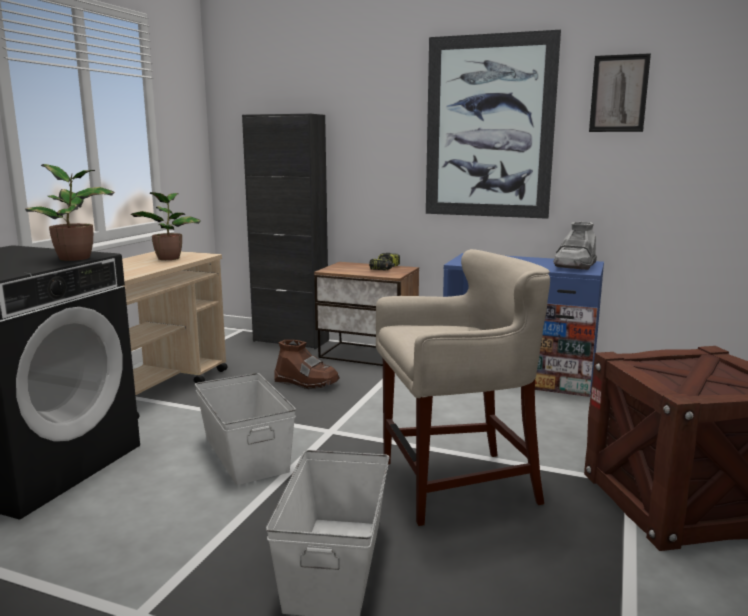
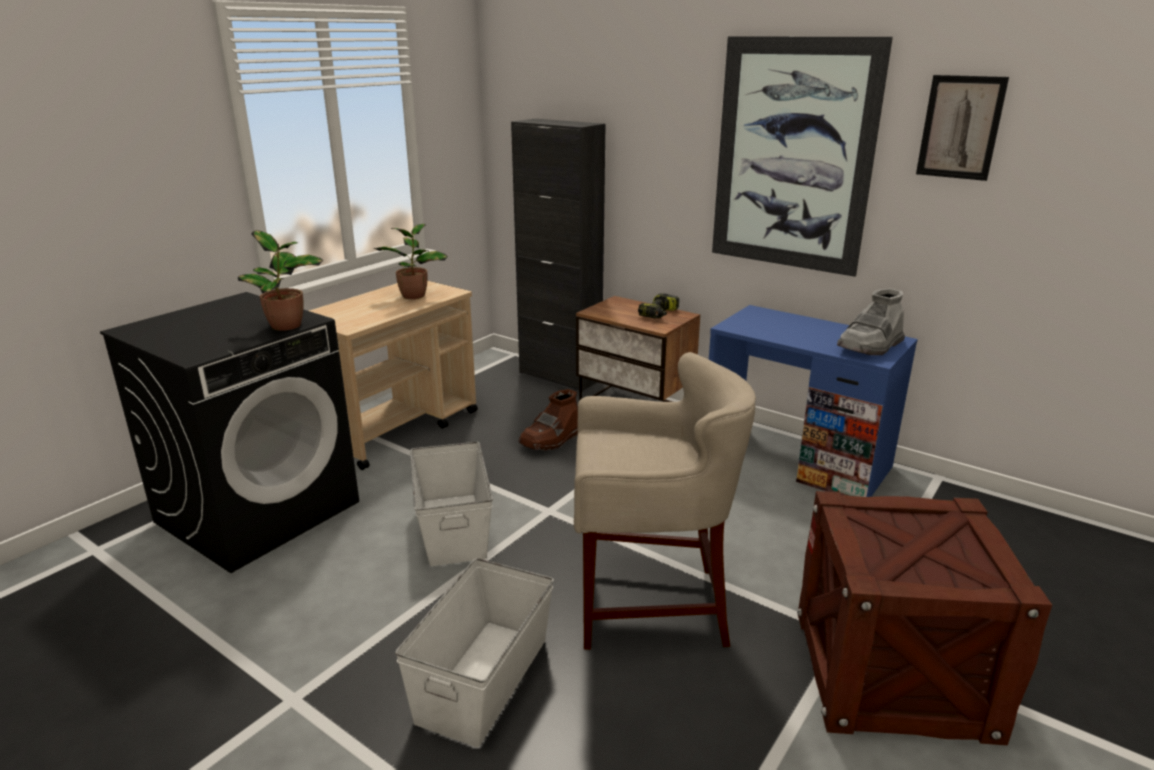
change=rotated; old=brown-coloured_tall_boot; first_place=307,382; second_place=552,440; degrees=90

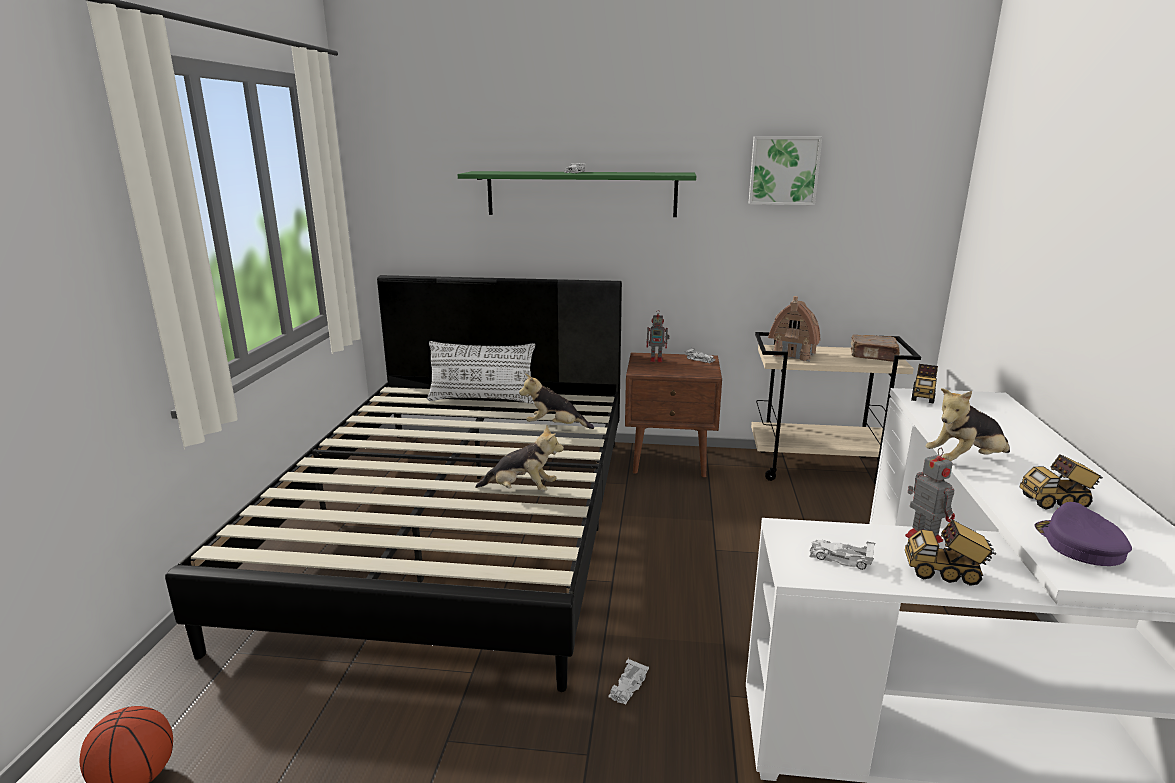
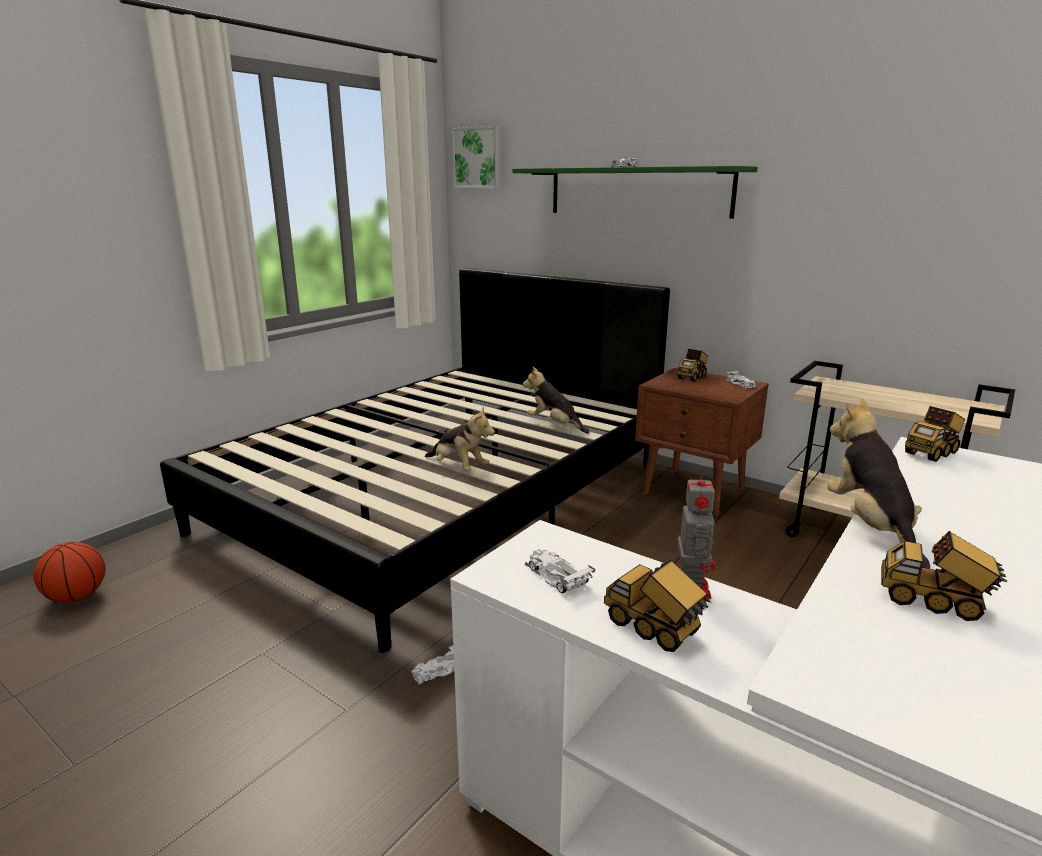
change=shifted; old=wall_art; first_place=783,170; second_place=478,158
change=swapped; old=model_robot; new=model_truck; first_place=657,360; second_place=692,377
change=rotated; old=plush_toy; first_place=965,461; second_place=870,526; degrees=75
change=gone; old=white-coloured_cushion; first_place=482,399
change=gone; old=toy_house; first_place=794,354
change=gone; old=brown-coloured_volume; first_place=874,356
change=gone; old=purplish_cap; first_place=1078,544

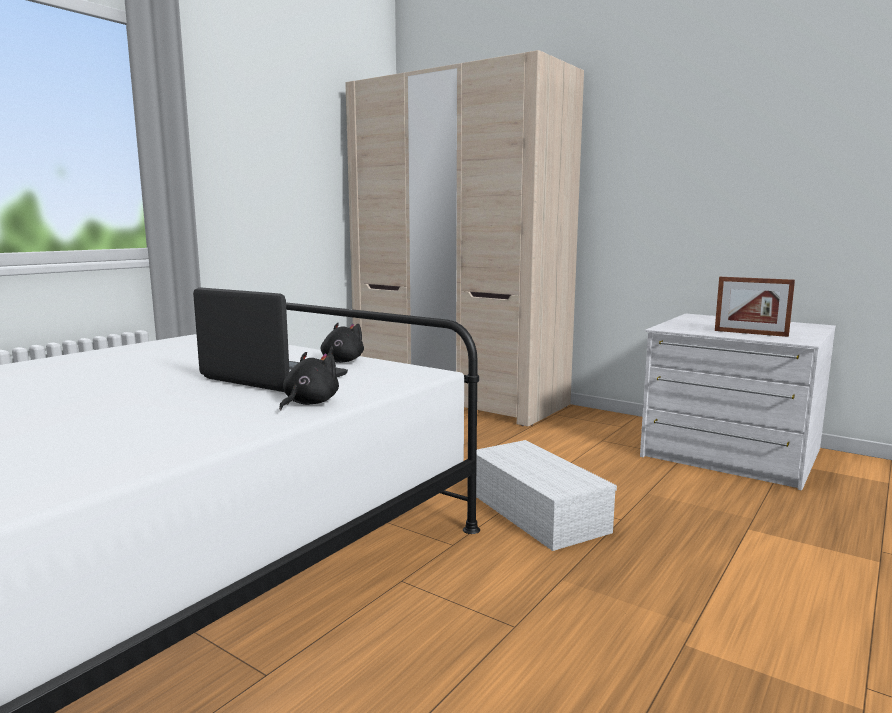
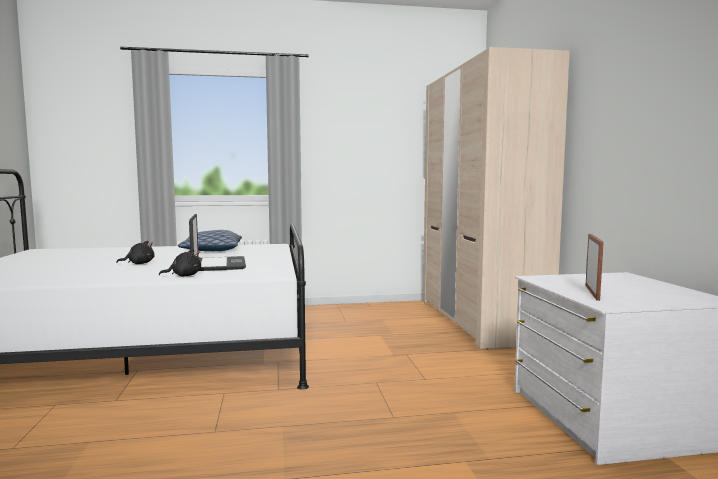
change=shifted; old=black-coloured_plush_toy; first_place=340,361; second_place=139,263
change=new; new=cushion; second_place=212,250
change=rotated; old=picture_frame; first_place=750,333; second_place=592,292; degrees=-150
change=gone; old=white-coloured_storage_container; first_place=539,512

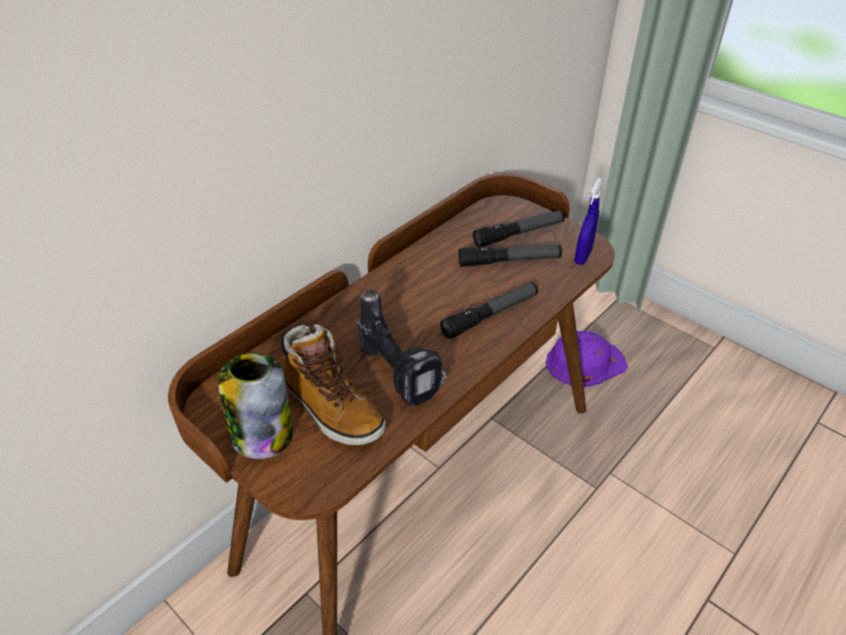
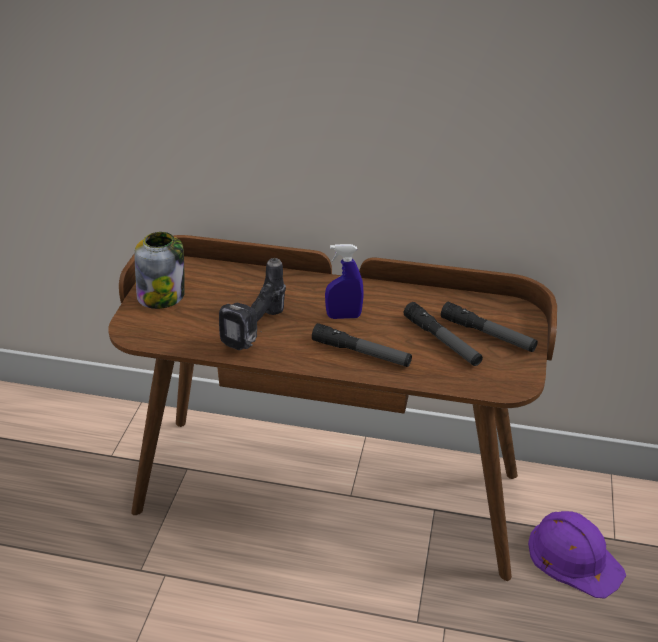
change=shifted; old=blue_hand_sprayer; first_place=582,257; second_place=343,316
change=gone; old=tall_boot; first_place=332,408

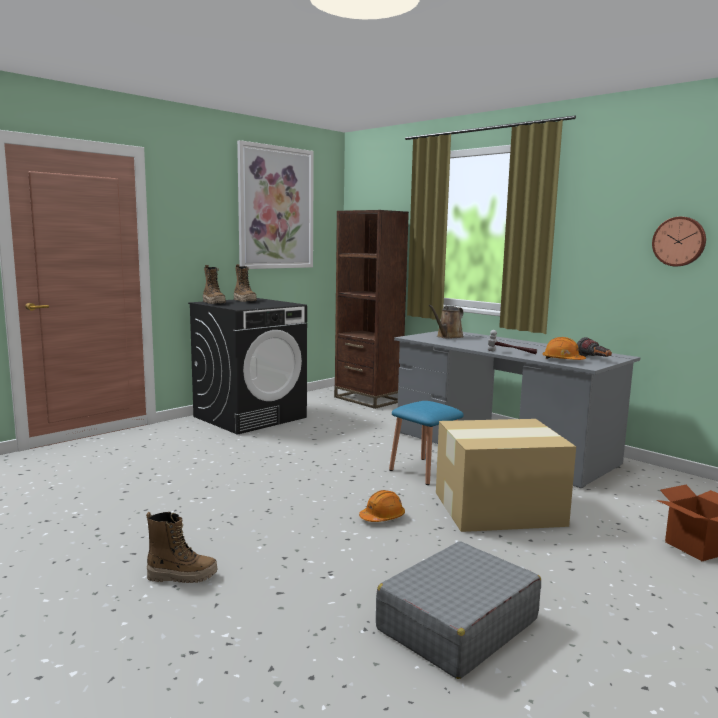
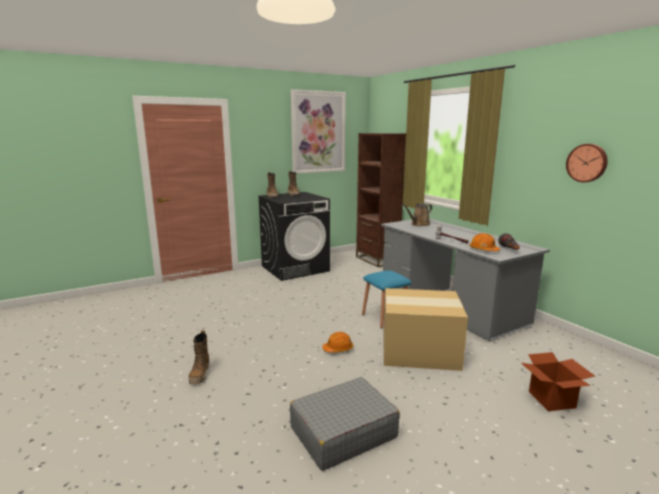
change=rotated; old=tall_boot; first_place=182,576; second_place=200,375; degrees=75

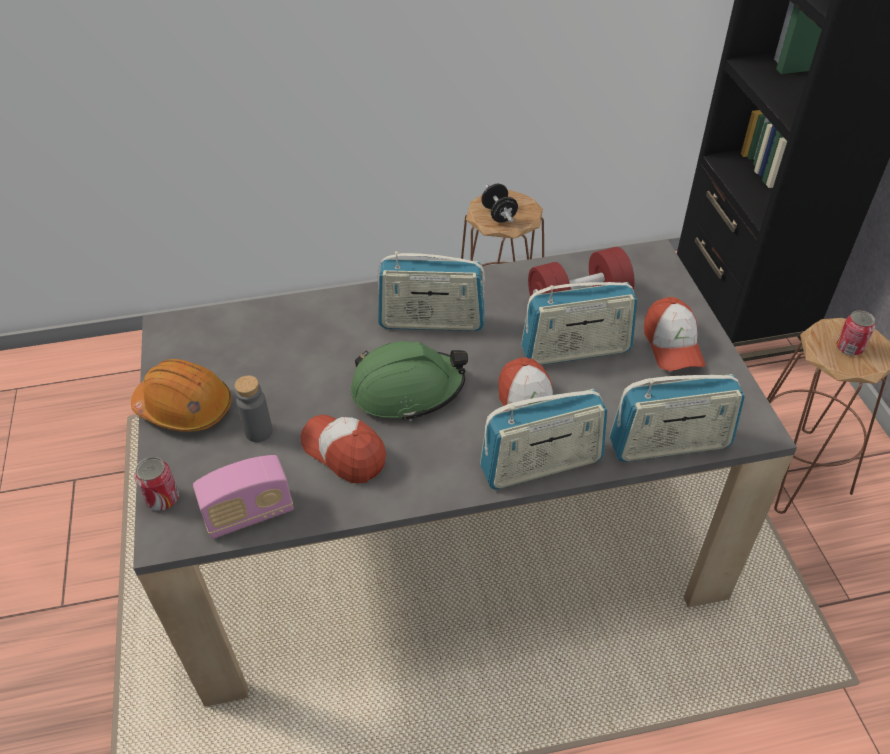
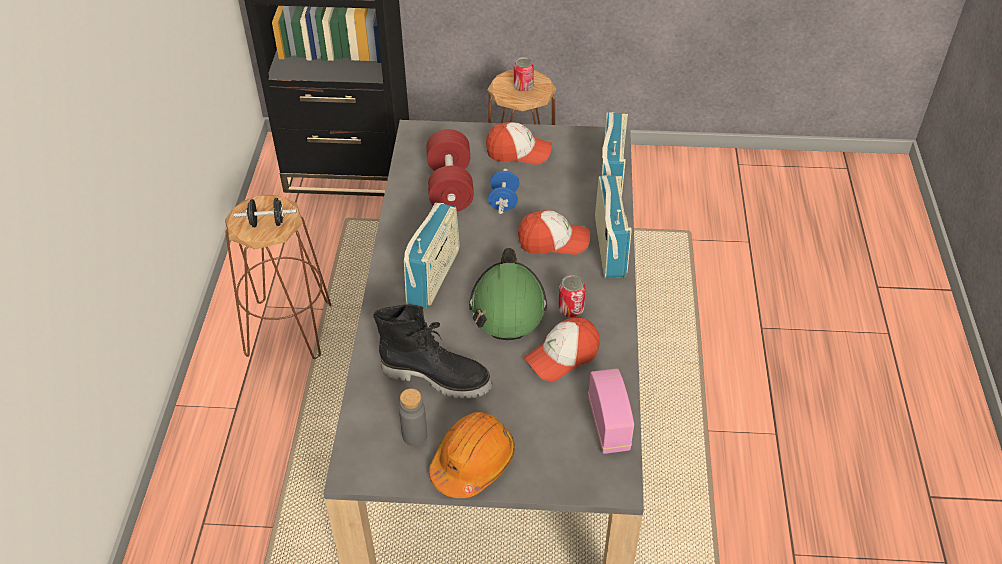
change=new; new=black-coloured_tall_boot; second_place=437,376
change=shifted; old=greyish_beverage_bottle; first_place=259,432; second_place=414,435
change=swapped; old=radio_set; new=blue_free_weight; first_place=576,351; second_place=503,201
change=shifted; old=metal_can; first_place=162,499; second_place=570,309

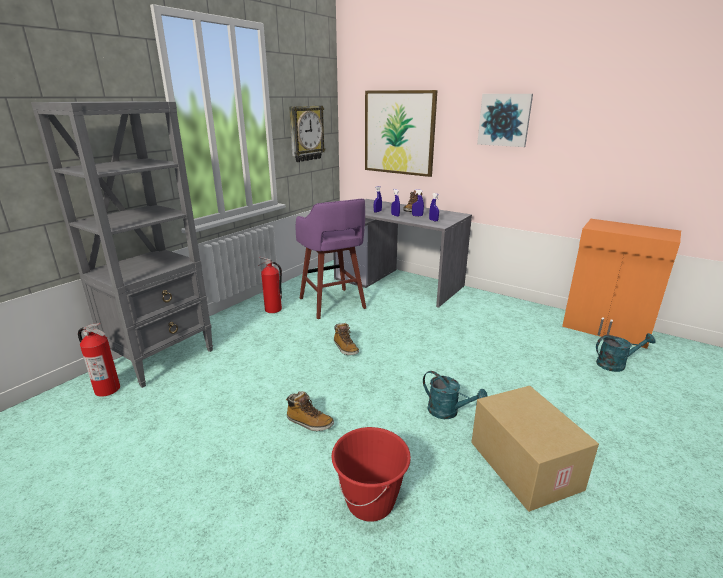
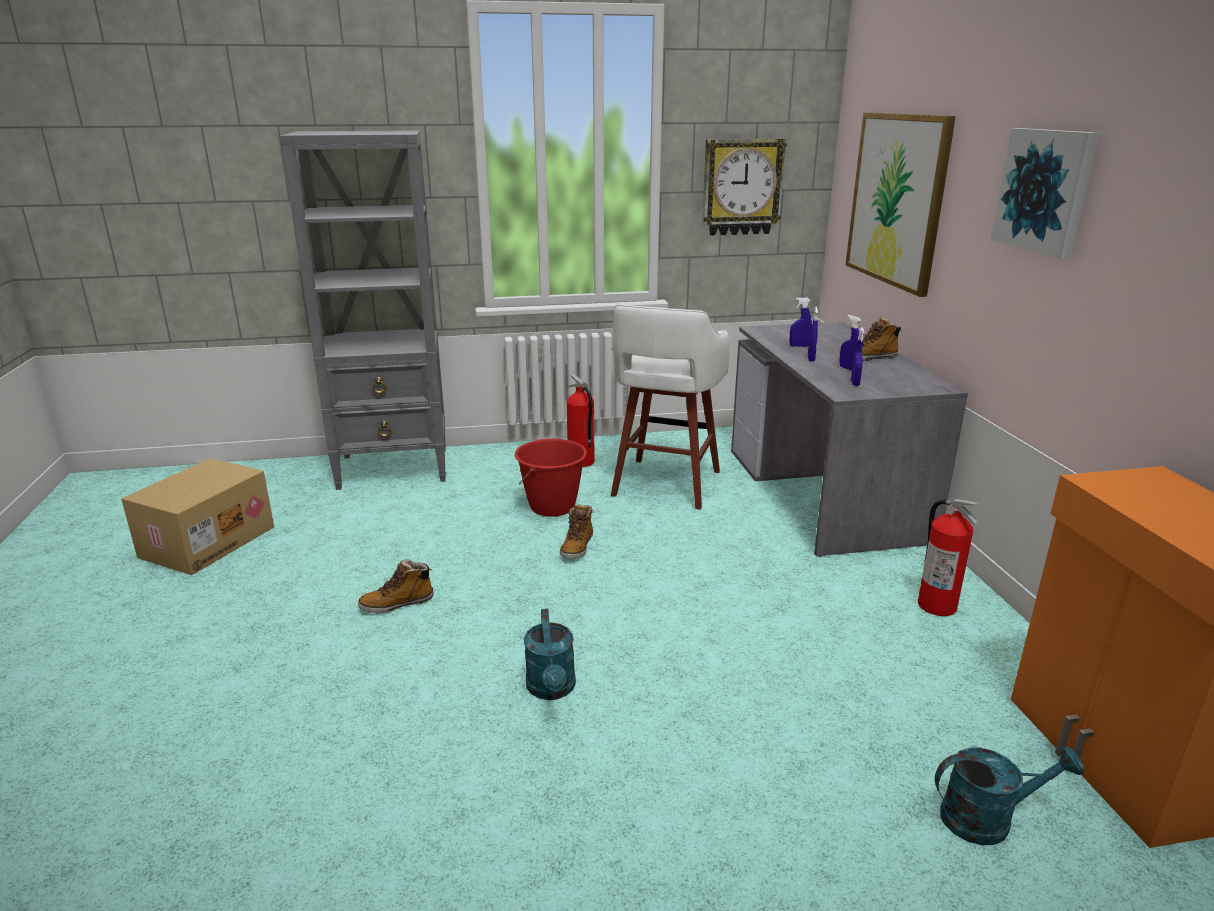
change=shifted; old=carton; first_place=522,465; second_place=207,541
change=rotated; old=tall_boot; first_place=309,422; second_place=397,604; degrees=90
change=shifted; old=red_pail; first_place=370,501; second_place=552,507
change=repainted; old=purplish_sitting_stool; new=white-coloured_sitting_stool; first_place=332,304; second_place=665,485
change=shifted; old=fire-fighting_cylinder; first_place=107,389; second_place=936,605
change=rotated; old=turquoise_watering_can; first_place=615,364; second_place=987,818; degrees=-45

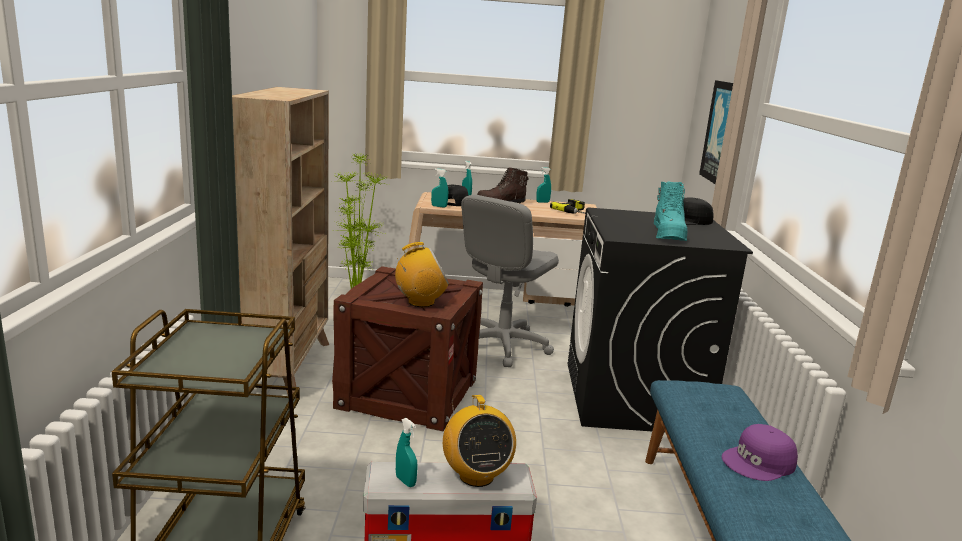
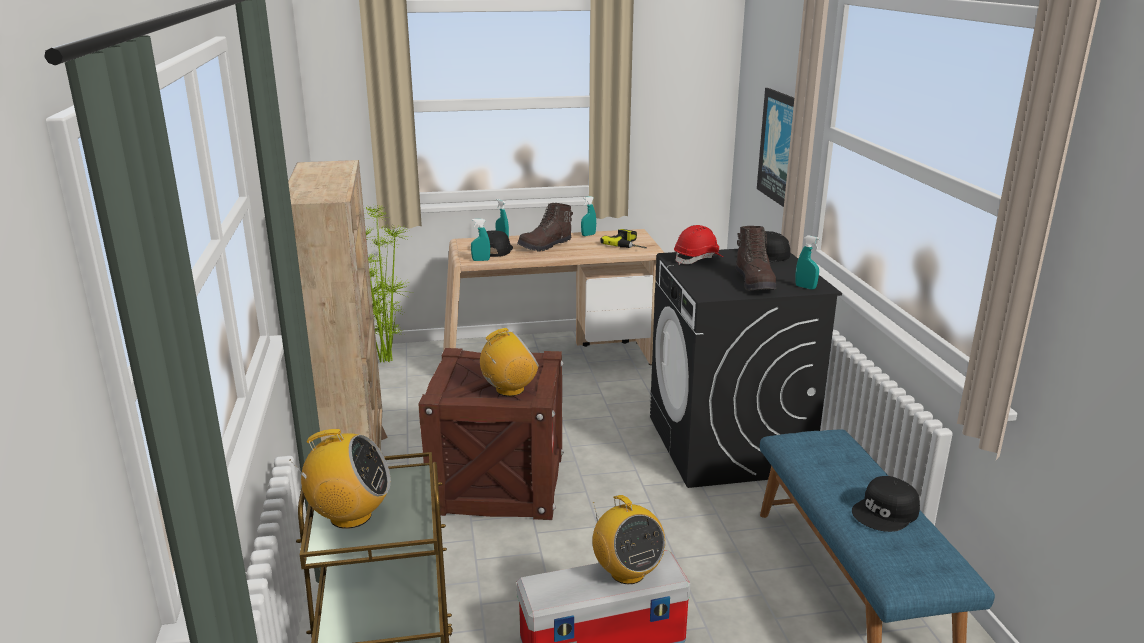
change=new; new=radio_set; second_place=350,516
change=new; new=red_hard_hat; second_place=698,259
change=repainted; old=turquoise_tall_boot; new=brown-coloured_tall_boot; first_place=668,235; second_place=755,282
change=shifted; old=turquoise_hand_sprayer; first_place=405,481; second_place=805,287
change=repainted; old=purplish_cap; new=black-coloured_cap; first_place=759,462; second_place=886,512
change=gone; old=greyish_office_chair; first_place=502,346

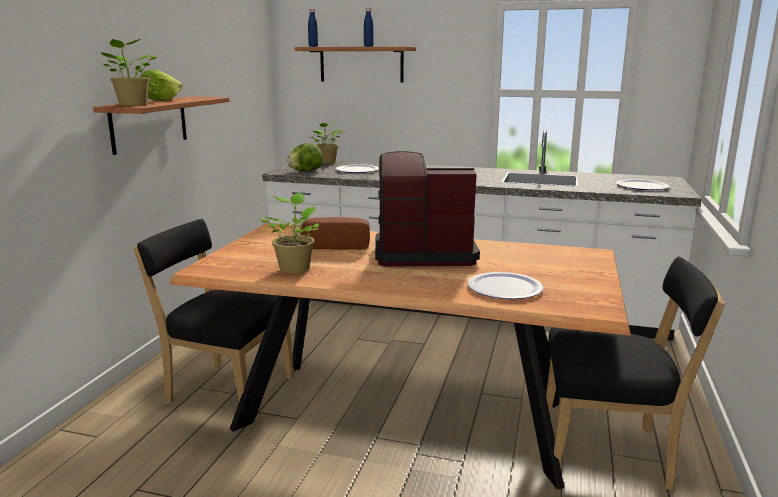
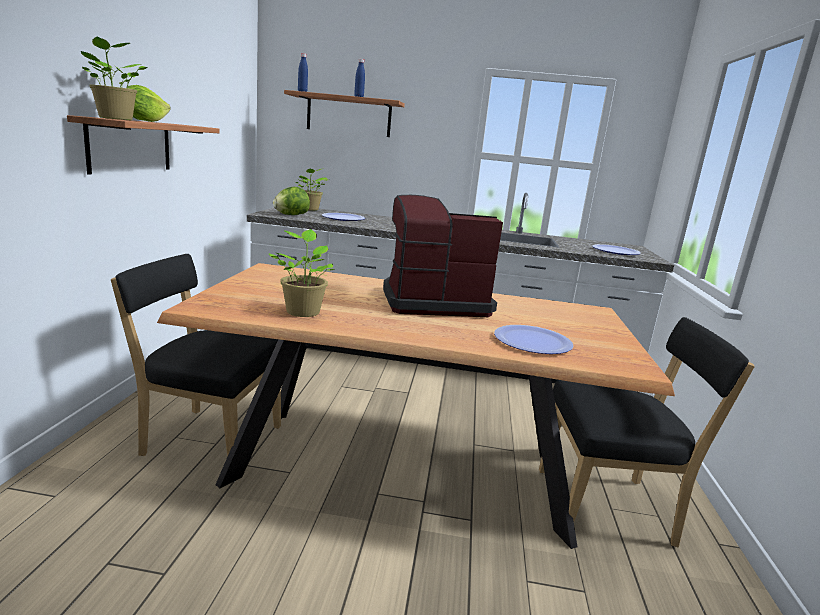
change=gone; old=bakery_bread; first_place=337,245

